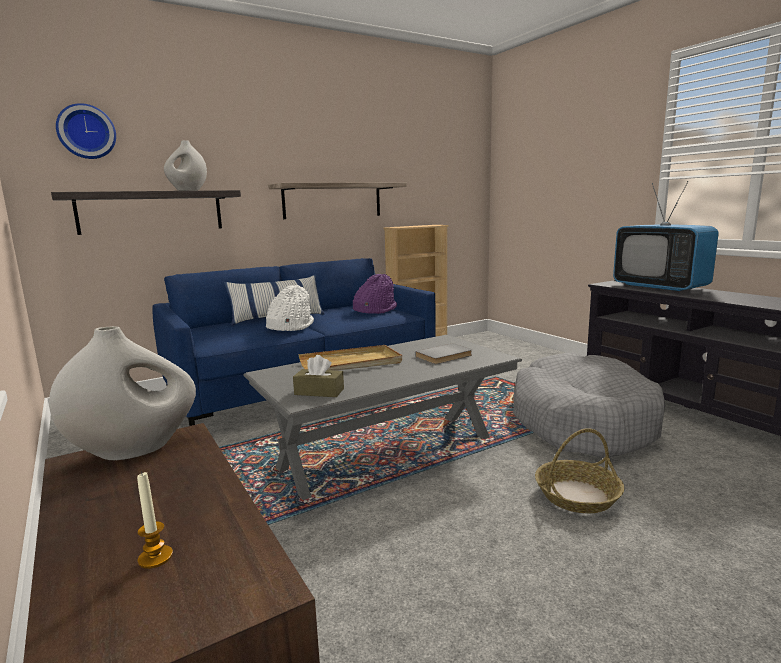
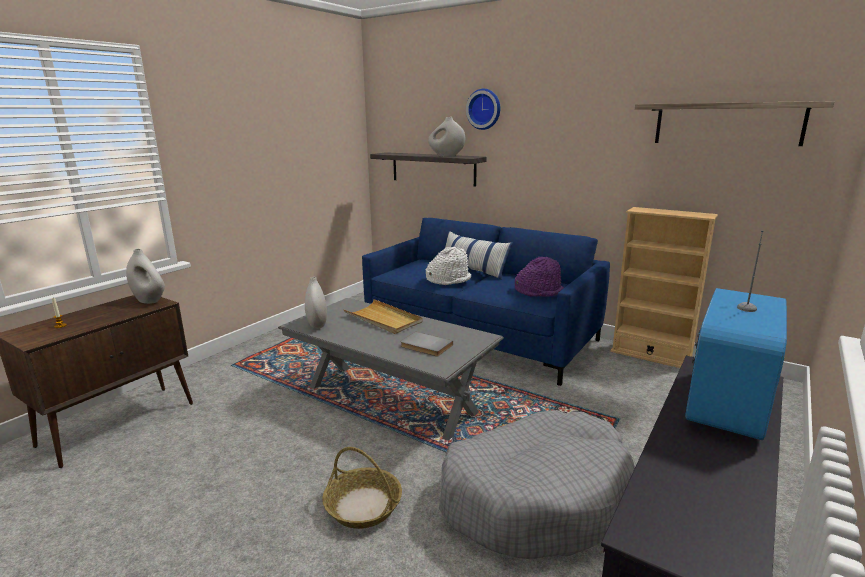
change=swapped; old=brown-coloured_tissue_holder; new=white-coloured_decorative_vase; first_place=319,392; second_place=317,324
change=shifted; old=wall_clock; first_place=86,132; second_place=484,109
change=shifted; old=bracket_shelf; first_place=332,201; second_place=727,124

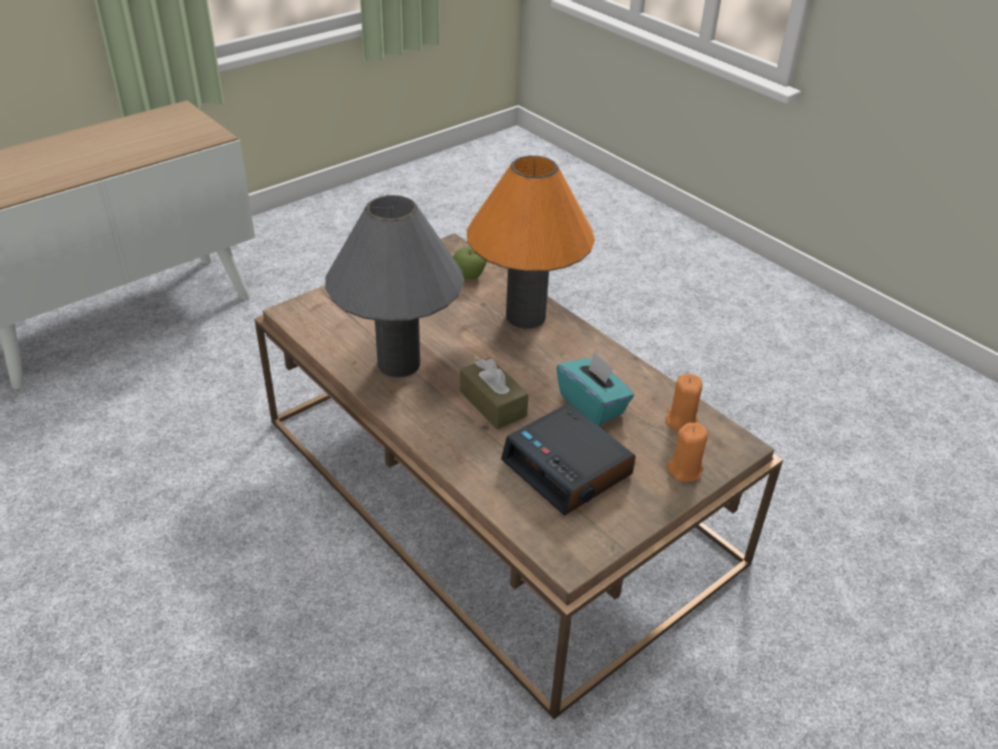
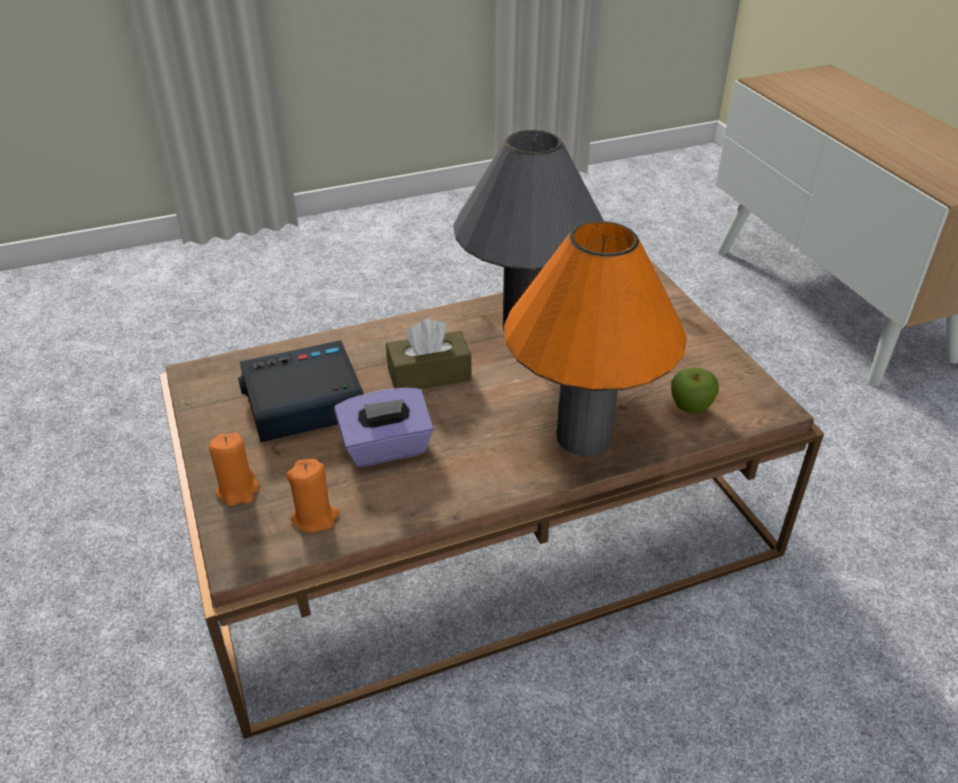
change=repainted; old=turquoise_tissue_holder; new=purplish_tissue_holder; first_place=592,405; second_place=386,448

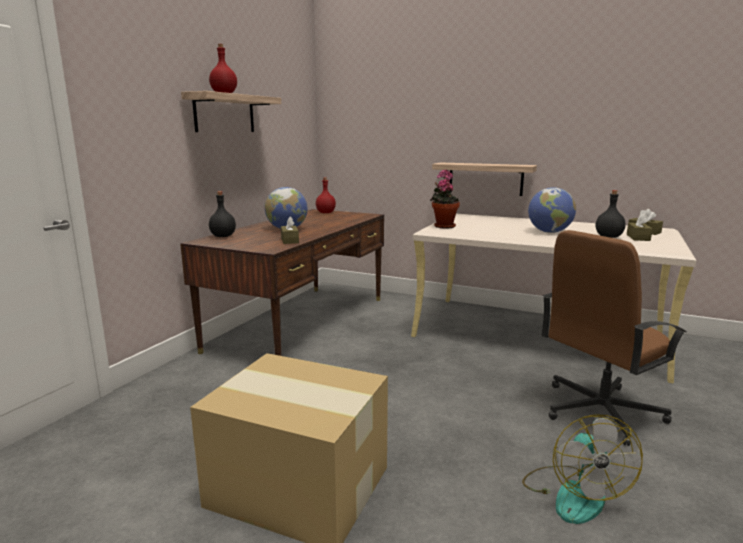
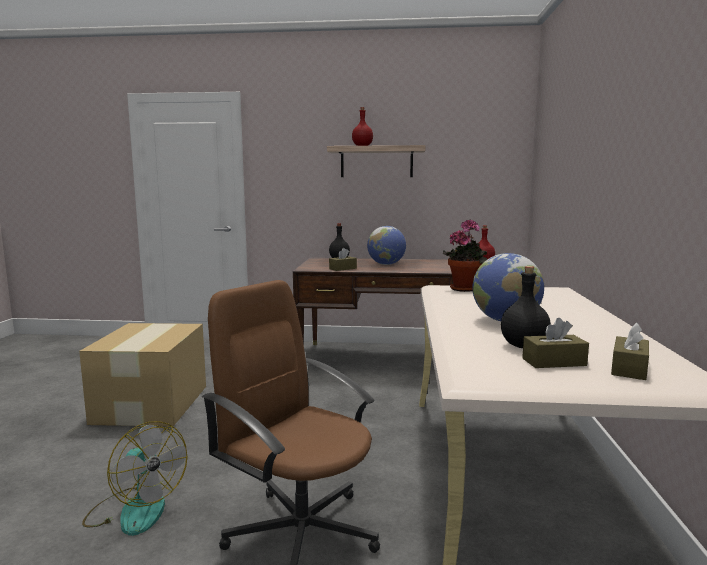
change=rotated; old=fan; first_place=573,493; second_place=135,509; degrees=-120
change=gone; old=bracket_shelf; first_place=485,178

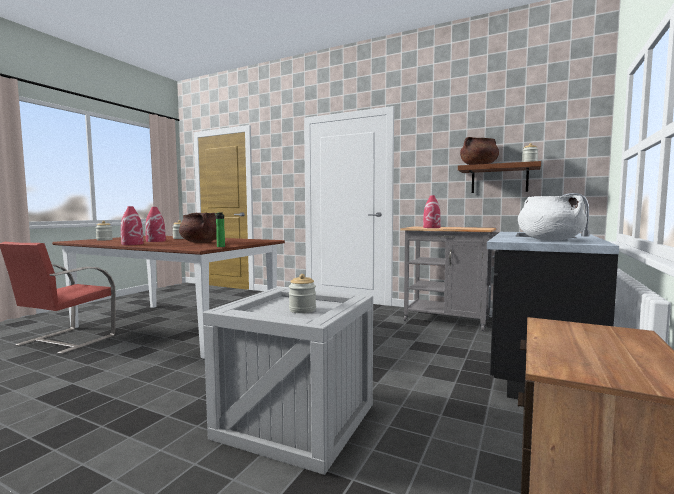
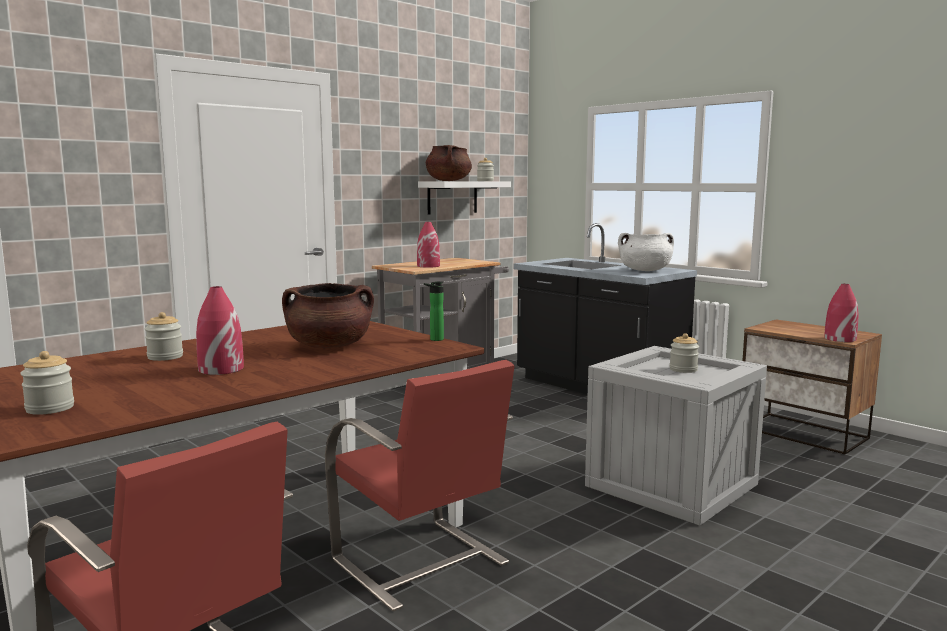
change=new; new=red_plain_chair; second_place=421,563
change=repainted; old=brown-coloured_bracket_shelf; new=white-coloured_bracket_shelf; first_place=499,179; second_place=452,197
change=shifted; old=red_decorative_vase; first_place=132,244; second_place=839,339

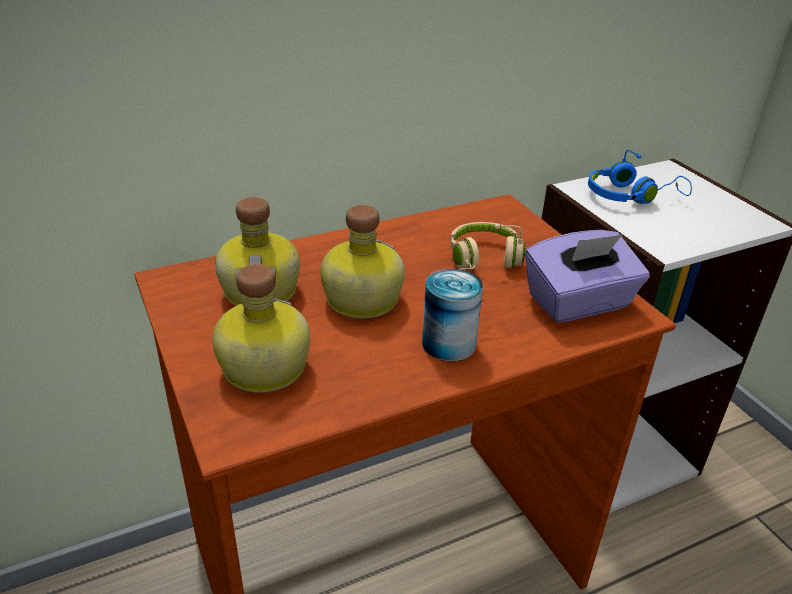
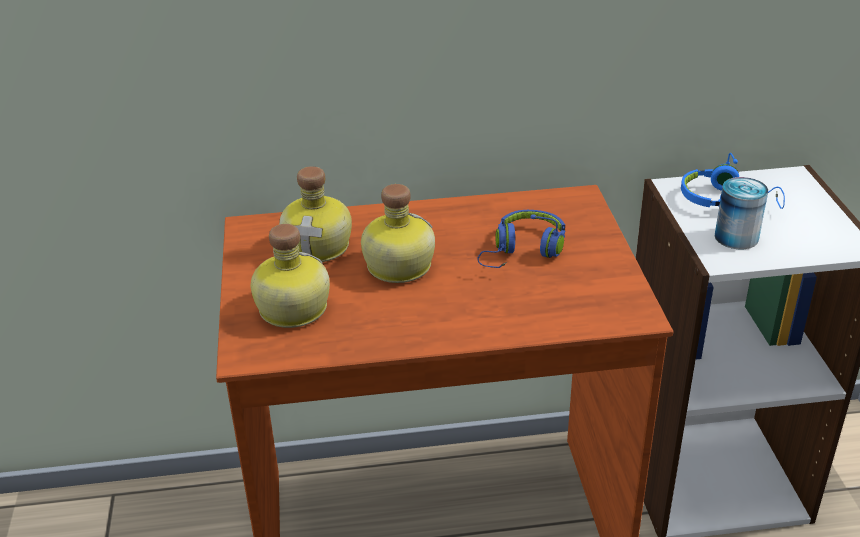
change=repainted; old=beige-coloured_headset; new=blue_headset; first_place=482,265; second_place=524,251
change=shifted; old=metal_can; first_place=449,343; second_place=736,237
change=gone; old=purplish_tissue_holder; first_place=579,303

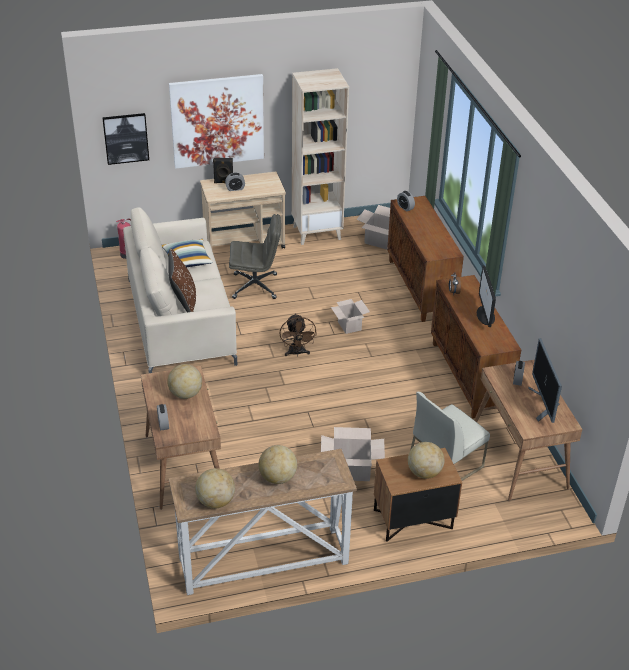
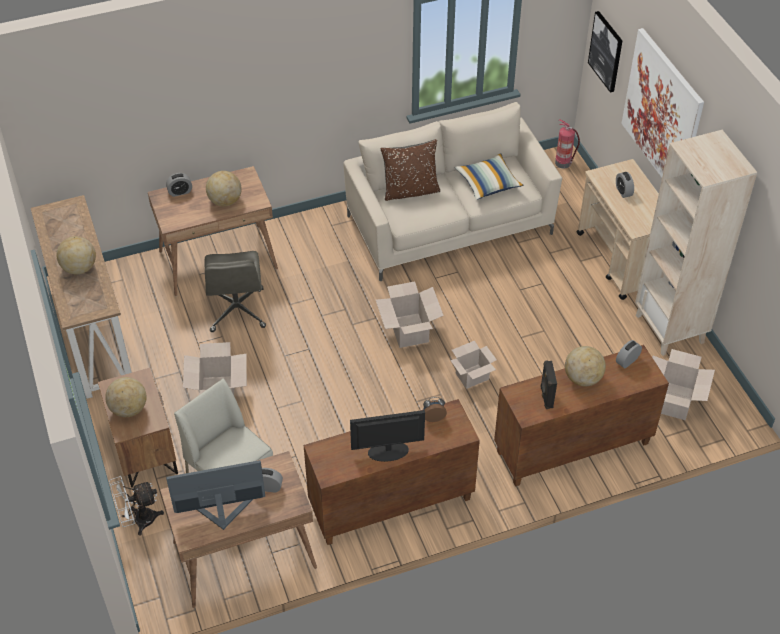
change=new; new=white-coloured_fan; second_place=138,521
change=shifted; old=greyish_office_chair; first_place=255,286; second_place=237,311
change=swapped; old=brown-coloured_fan; new=carton; first_place=297,353; second_place=409,330
change=shifted; old=black-coloured_loudspeaker; first_place=223,182; second_place=546,397
change=shifted; old=globe; first_place=216,501; second_place=583,378

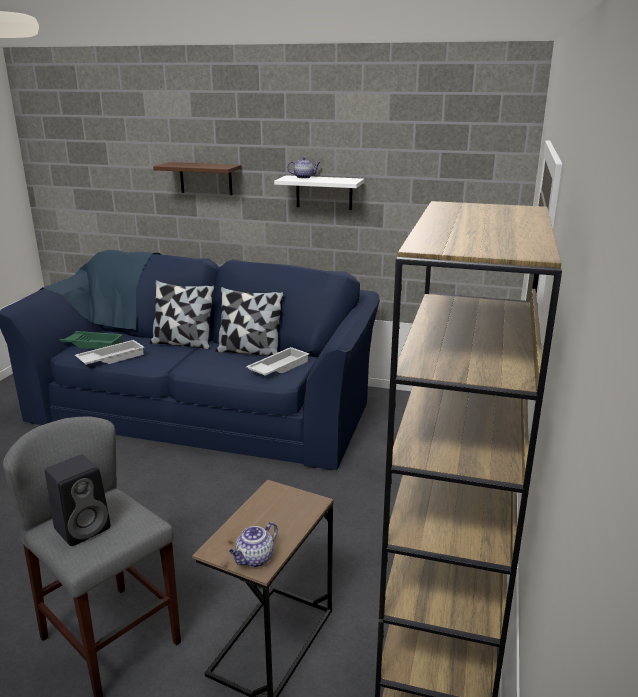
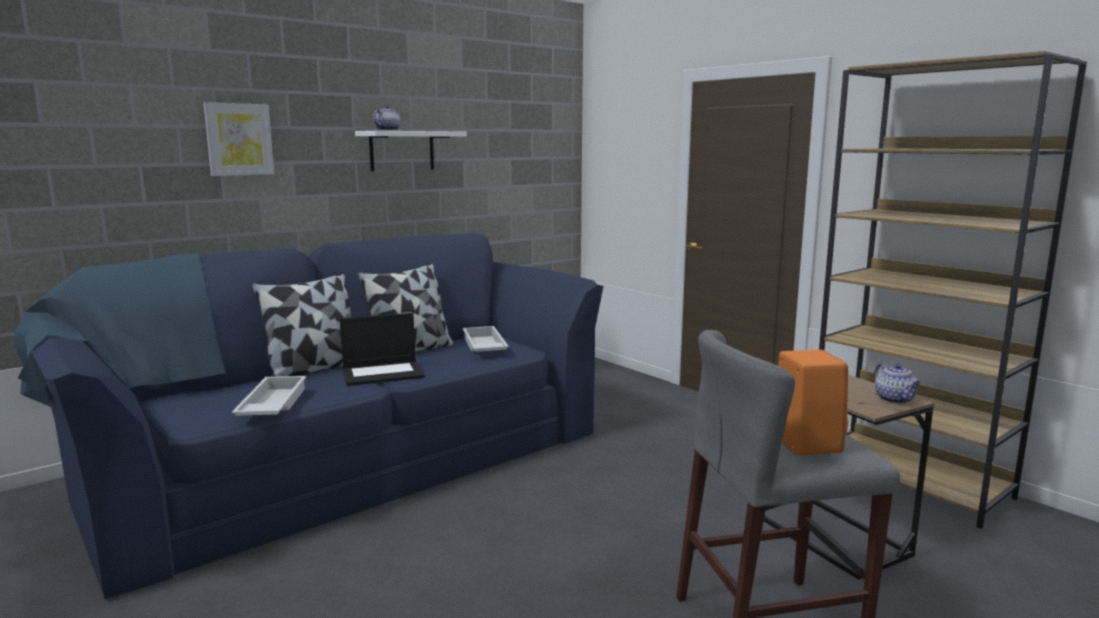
change=swapped; old=brown-coloured_bracket_shelf; new=wall_art; first_place=206,178; second_place=239,139
change=new; new=laptop; second_place=383,373
change=repainted; old=black-coloured_loudspeaker; new=orange_loudspeaker; first_place=84,527; second_place=804,443
change=gone; old=green-coloured_carrying_tray; first_place=91,344

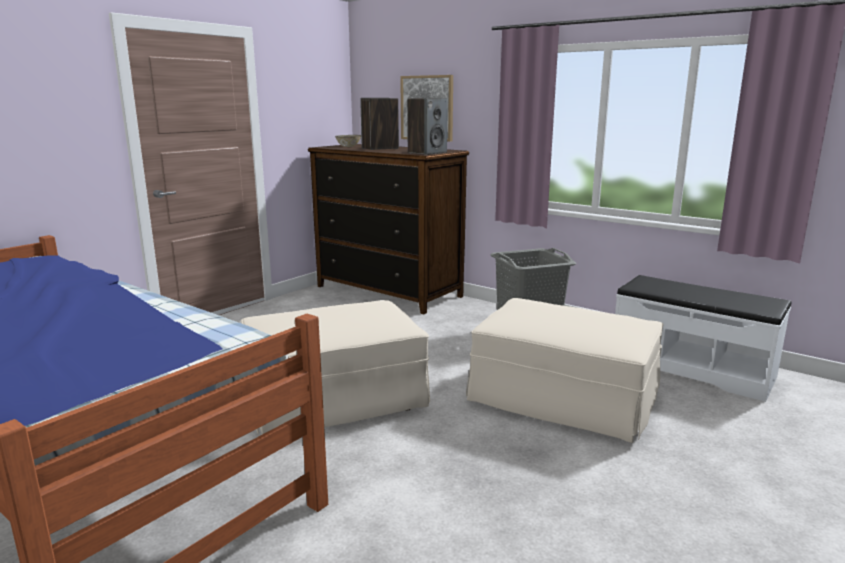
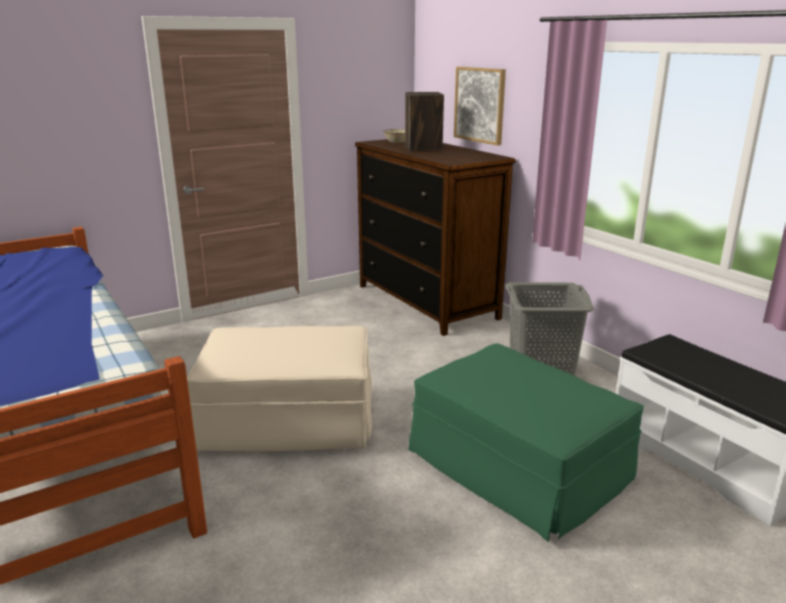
change=repainted; old=beige-coloured_pouffe; new=green-coloured_pouffe; first_place=563,398; second_place=518,468
change=gone; old=loudspeaker; first_place=427,153

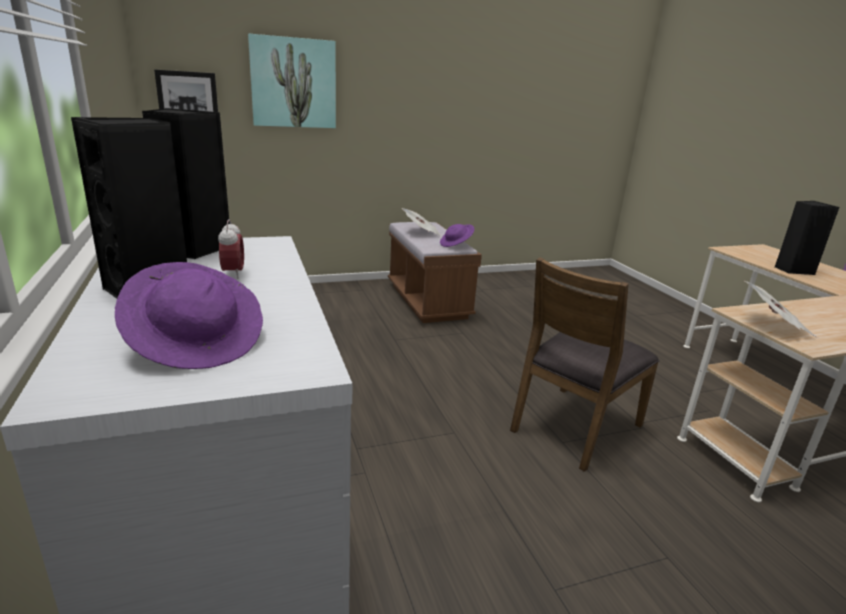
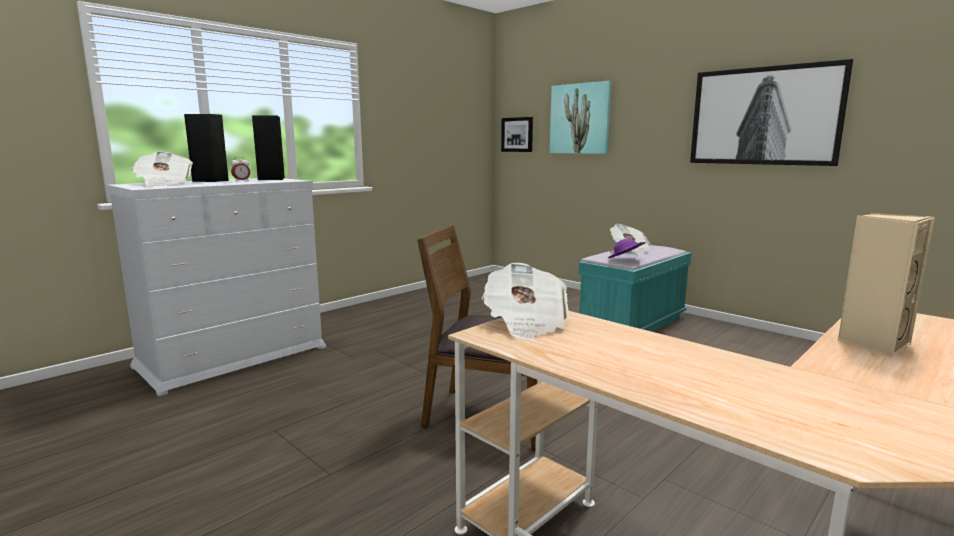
change=swapped; old=purplish_hat; new=daily_paper; first_place=197,342; second_place=164,184
change=repainted; old=brown-coloured_long_seat; new=turquoise_long_seat; first_place=428,301; second_place=633,324
change=new; new=wall_art; second_place=764,116
change=repainted; old=black-coloured_loudspeaker; new=beige-coloured_loudspeaker; first_place=792,270; second_place=873,343

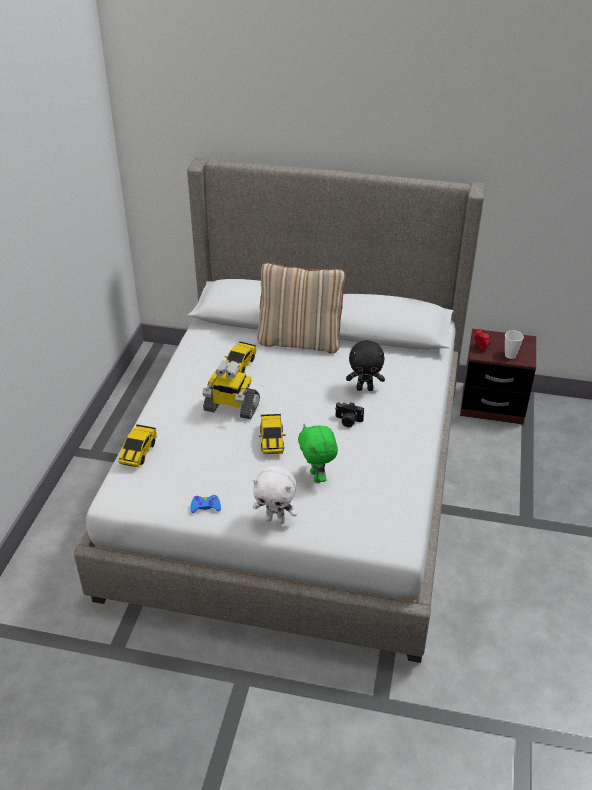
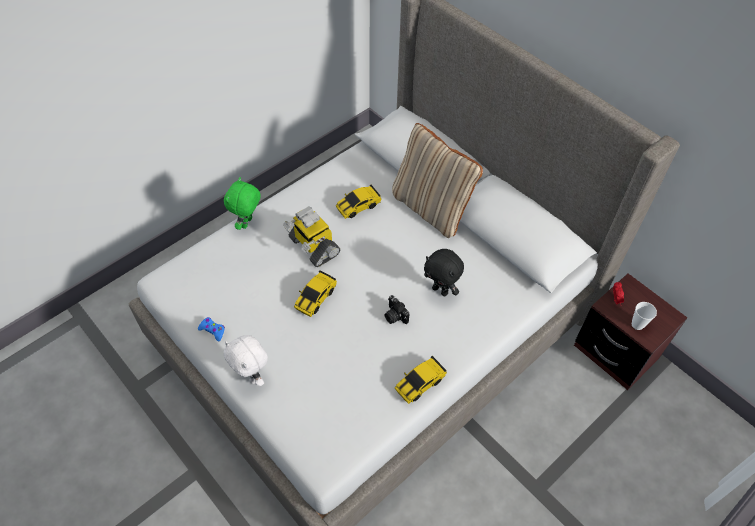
change=shifted; old=green-coloured_plush_toy; first_place=317,477; second_place=247,223
change=shifted; old=miniature_car; first_place=138,452; second_place=420,383

